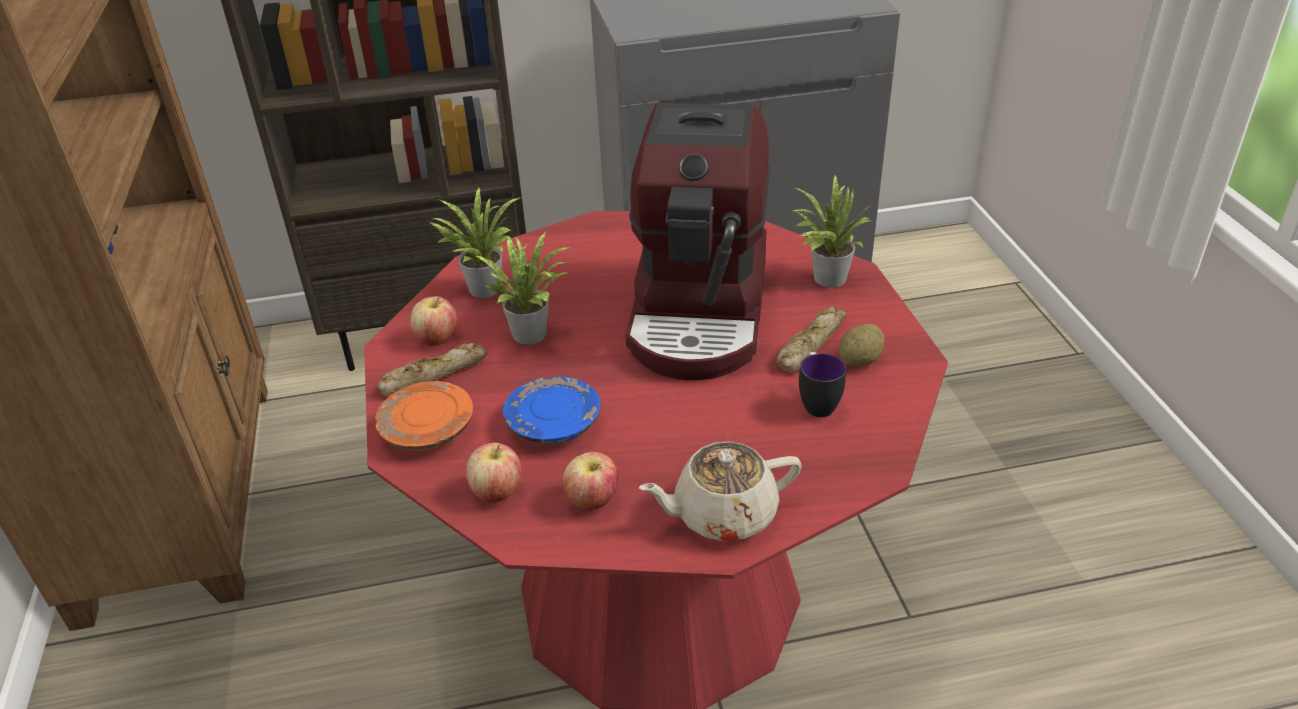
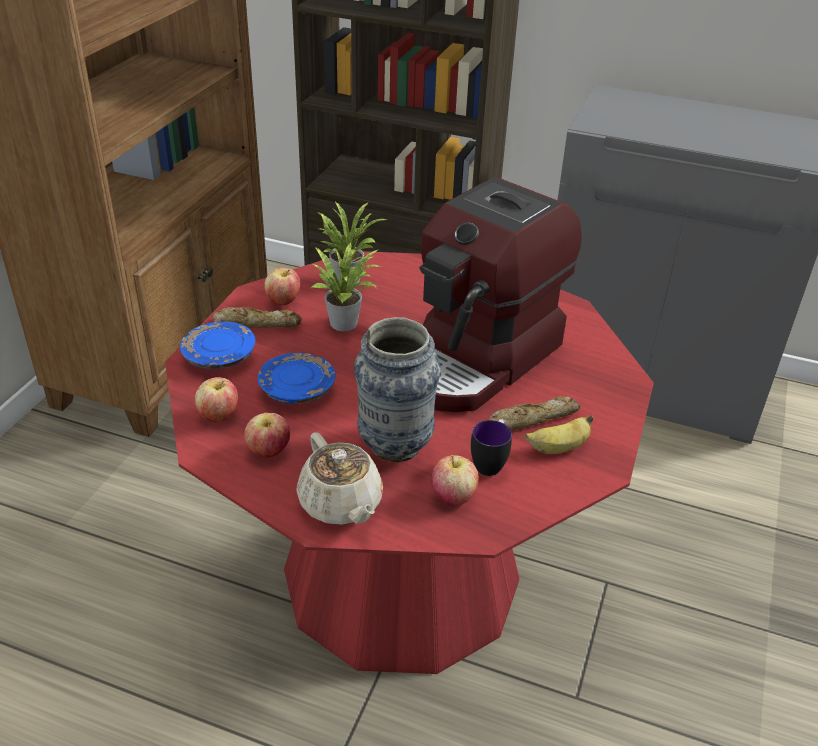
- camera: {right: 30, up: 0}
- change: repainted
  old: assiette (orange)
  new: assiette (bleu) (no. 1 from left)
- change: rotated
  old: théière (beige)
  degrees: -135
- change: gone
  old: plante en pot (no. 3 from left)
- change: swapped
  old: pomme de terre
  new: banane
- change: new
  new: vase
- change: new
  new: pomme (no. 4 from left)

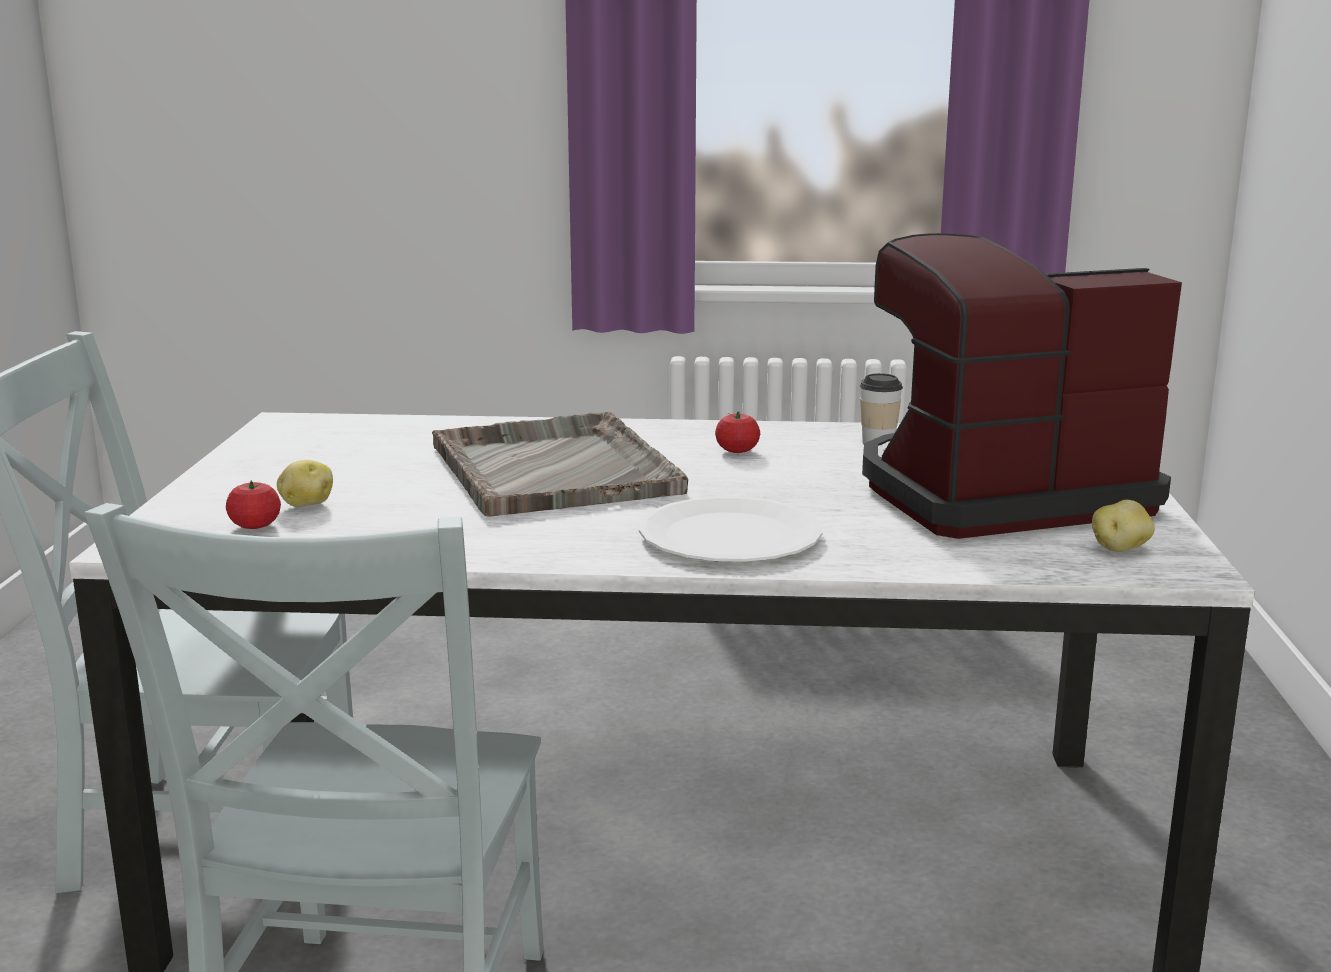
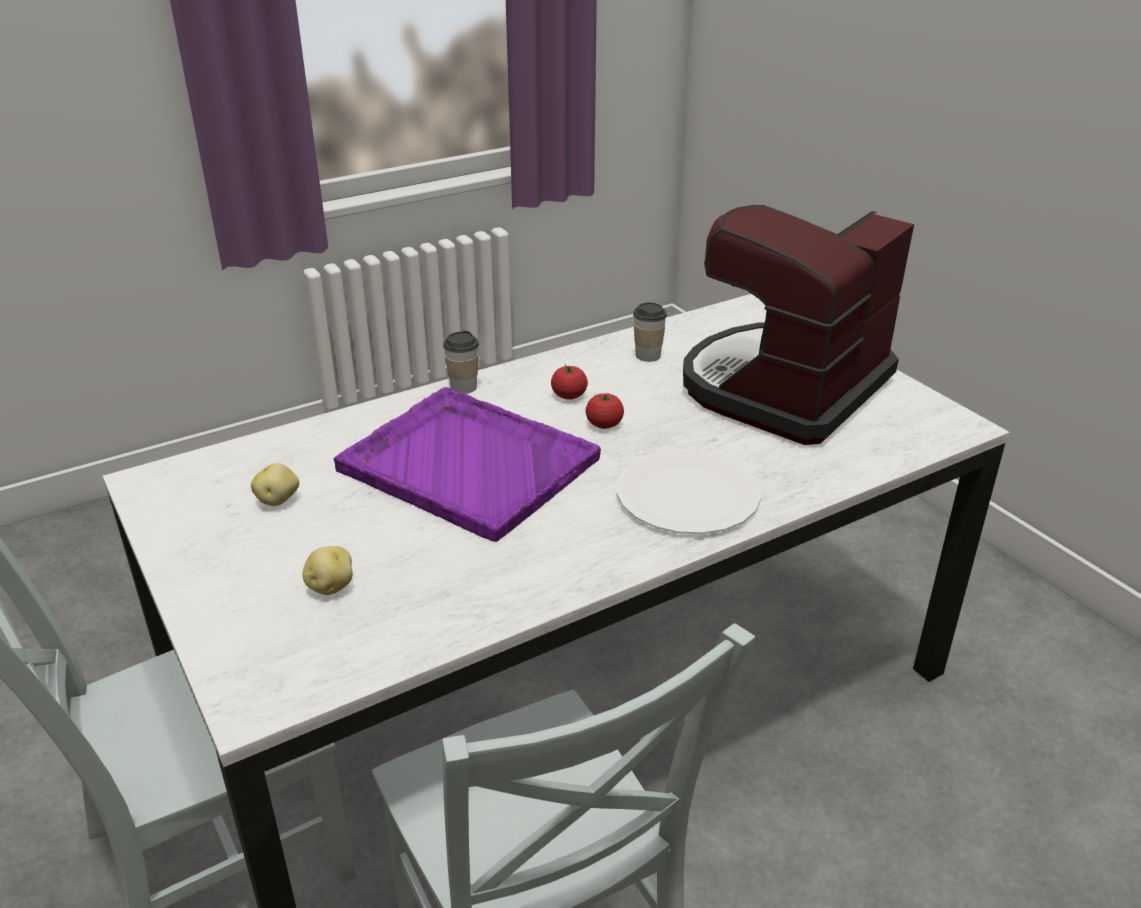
- camera: {right: -35, up: 15}
- change: shifted
  old: tomate (no. 1 from left in the first image)
  new: tomate (no. 2 from left)
- change: repainted
  old: plateau (gris)
  new: plateau (violet)
- change: shifted
  old: pomme de terre (no. 2 from left in the first image)
  new: pomme de terre (no. 1 from left)
- change: new
  new: tasse (no. 1 from left)

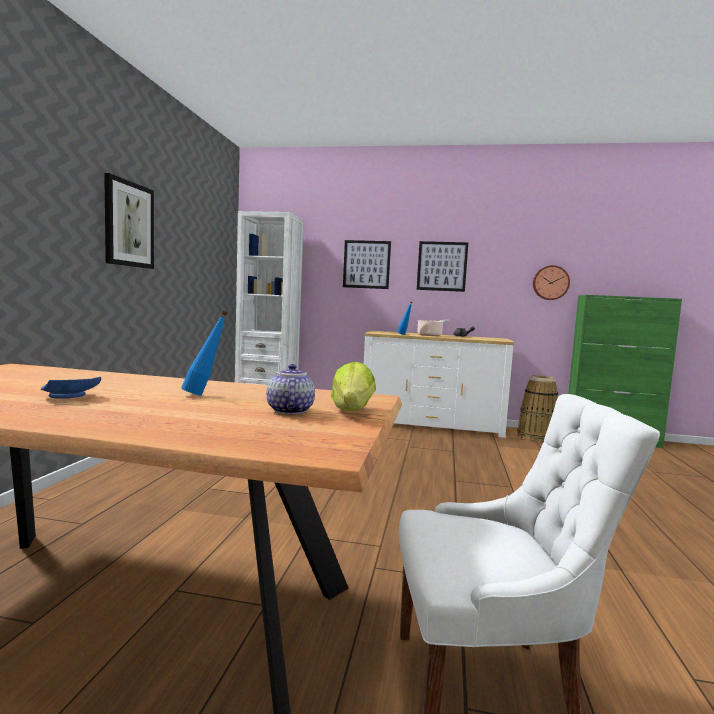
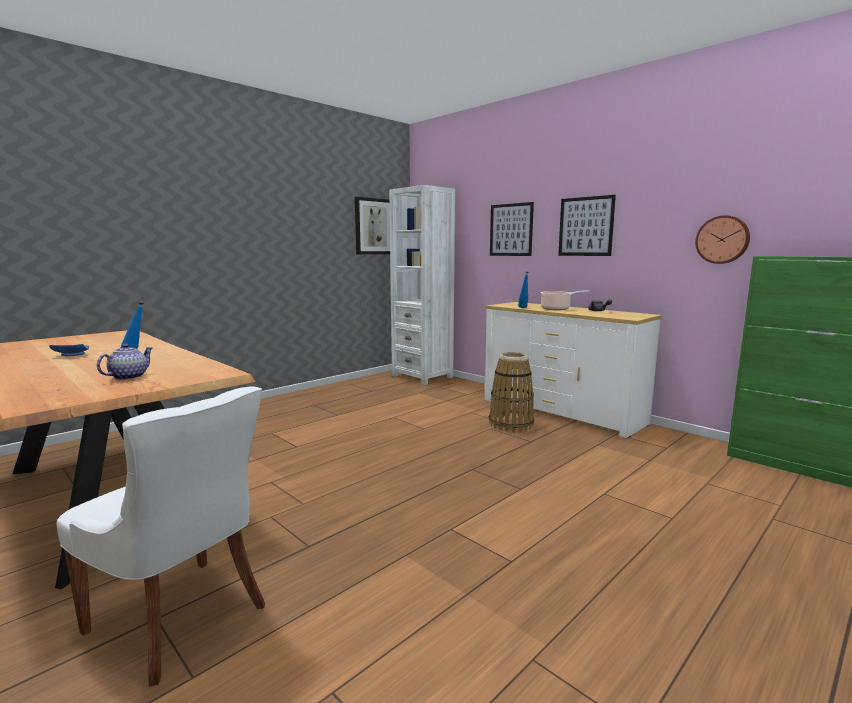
- camera: {right: 35, up: 5}
- change: shifted
  old: tableau (no. 1 from left)
- change: gone
  old: laitue
- change: shifted
  old: panier

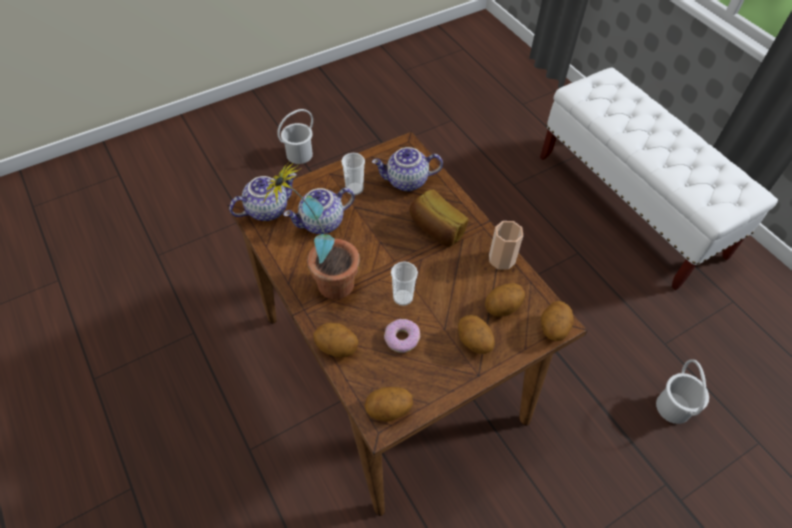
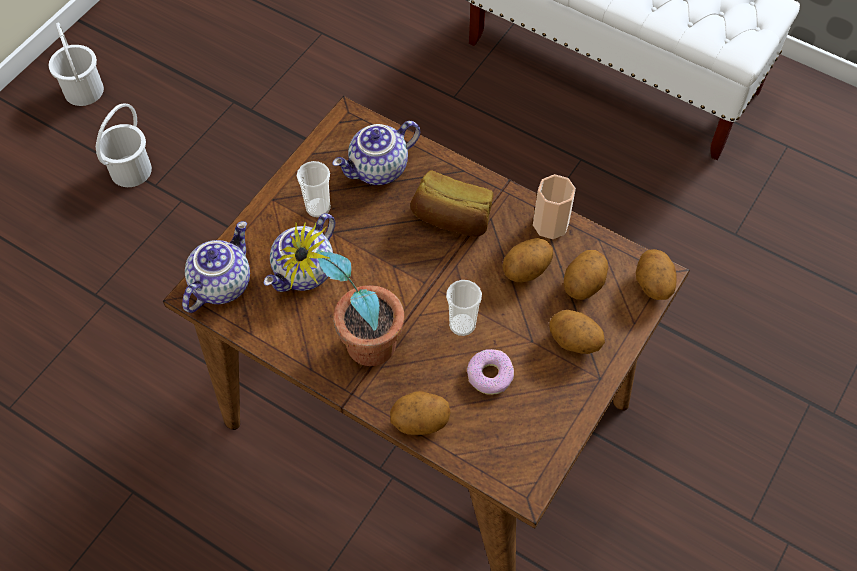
- camera: {right: -25, up: 5}
- change: shifted
  old: pomme de terre (no. 2 from left)
- change: shifted
  old: seau (blanc) (no. 2 from left in the first image)
  new: seau (blanc) (no. 1 from left)

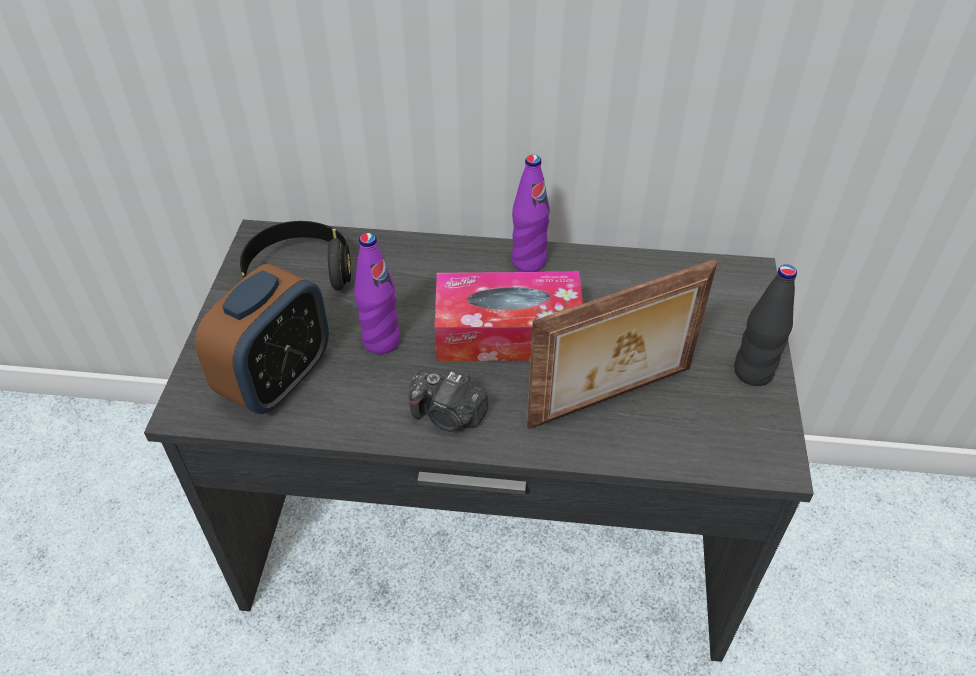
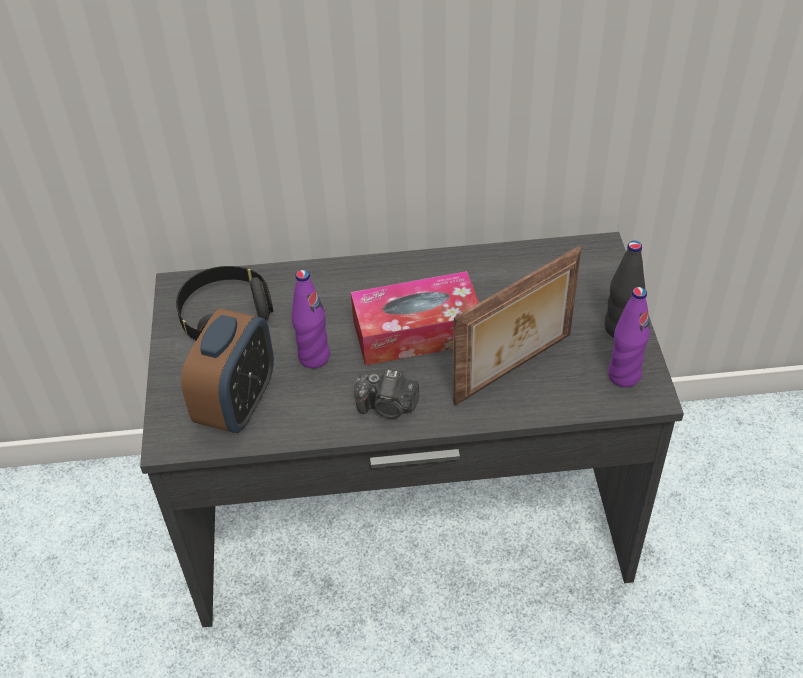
- camera: {right: -10, up: 0}
- change: shifted
  old: bouteille (violet) (no. 2 from left)

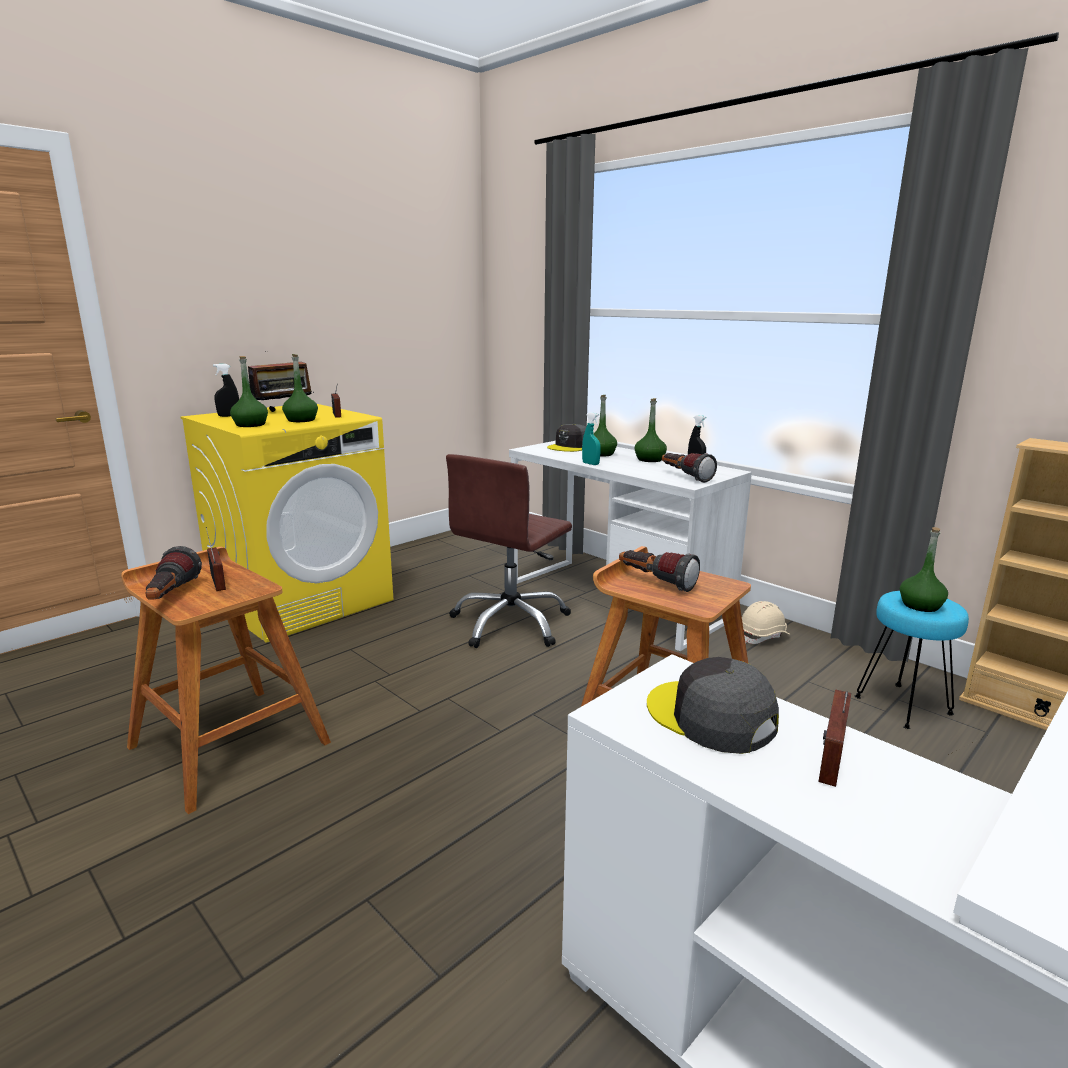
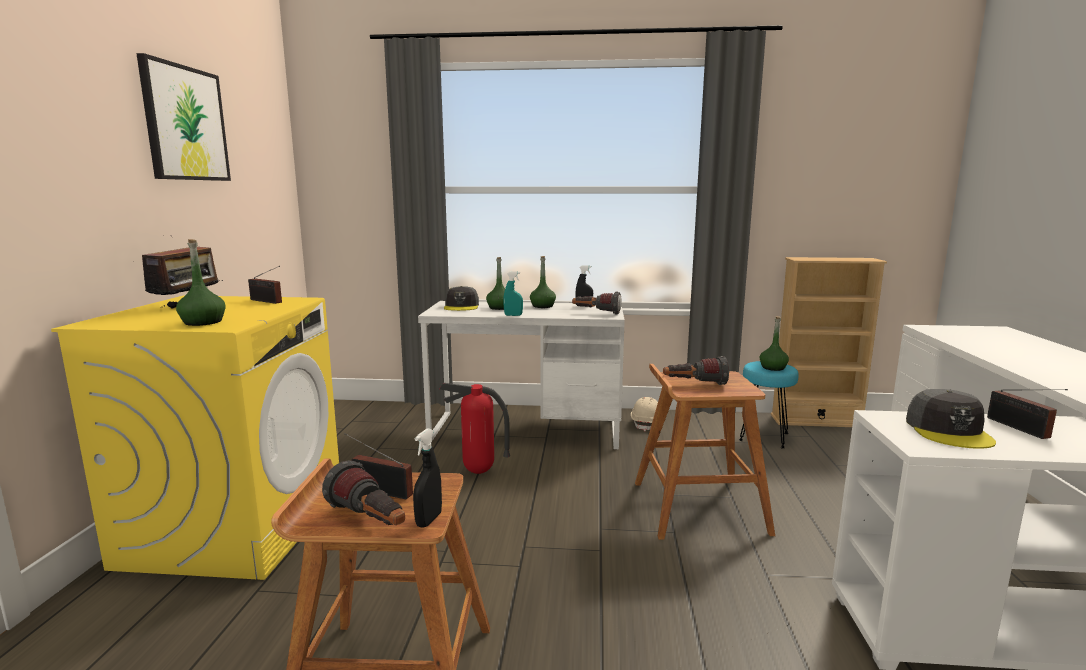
- camera: {right: -40, up: -5}
- change: shifted
  old: vaporisateur (noir) (no. 1 from left)
- change: gone
  old: bouteille (vert) (no. 2 from left)
- change: swapped
  old: chaise de bureau (marron)
  new: extincteur
- change: rotated
  old: casquette (gris) (no. 2 from left)
  degrees: -90
- change: new
  new: tableau

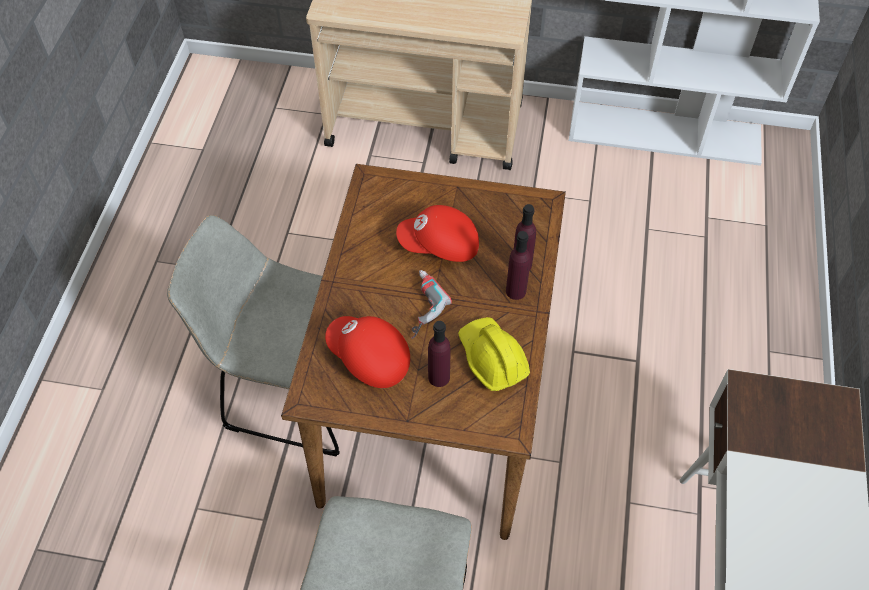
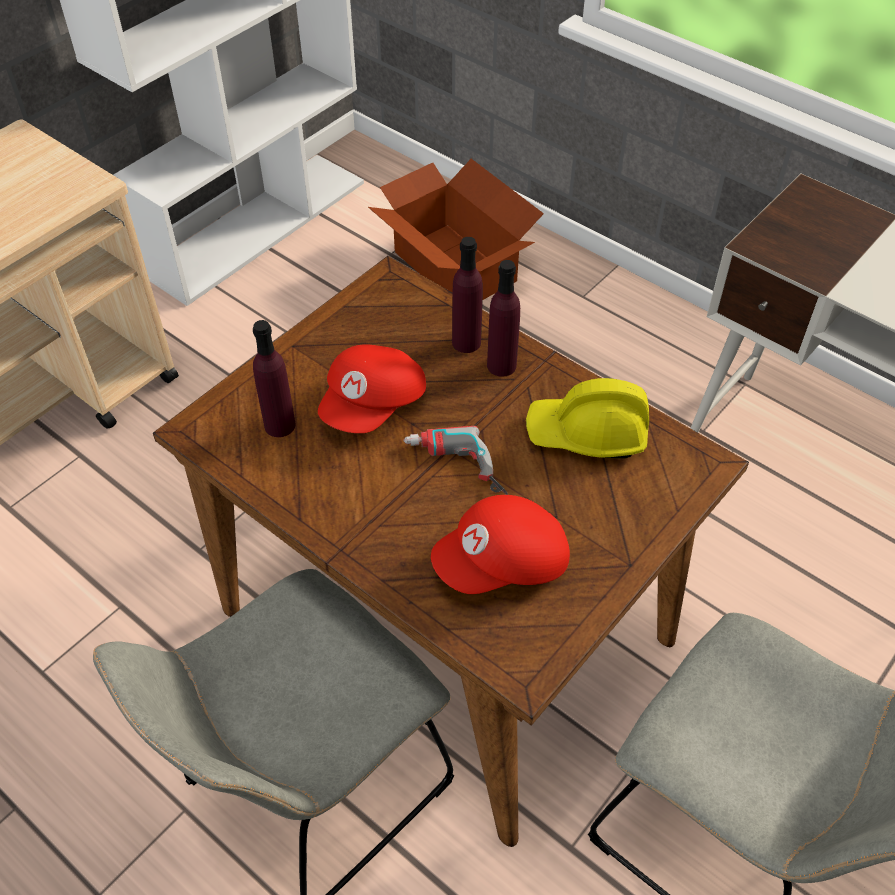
- camera: {right: -60, up: -5}
- change: shifted
  old: bouteille (violet) (no. 1 from left)
- change: new
  new: carton

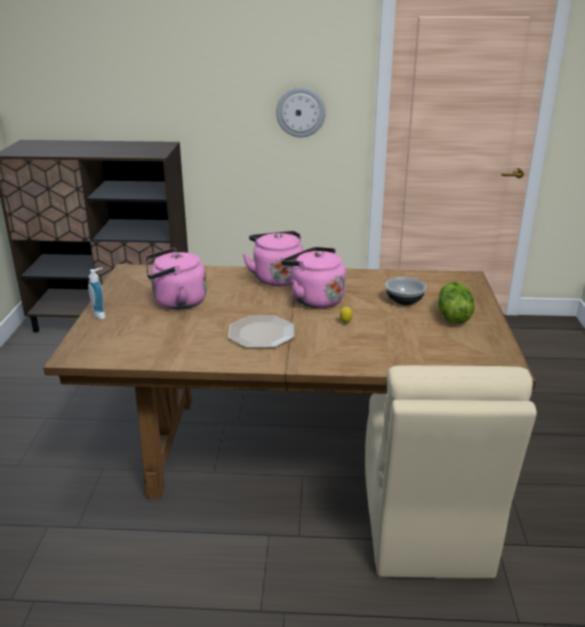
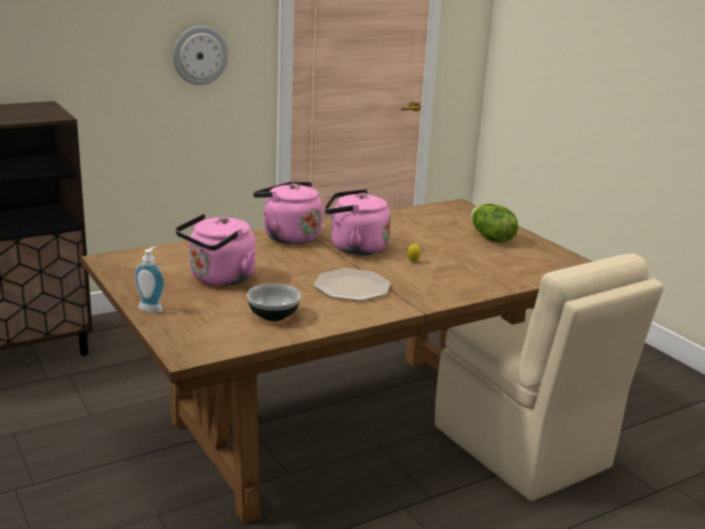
- camera: {right: -35, up: -5}
- change: shifted
  old: bol

